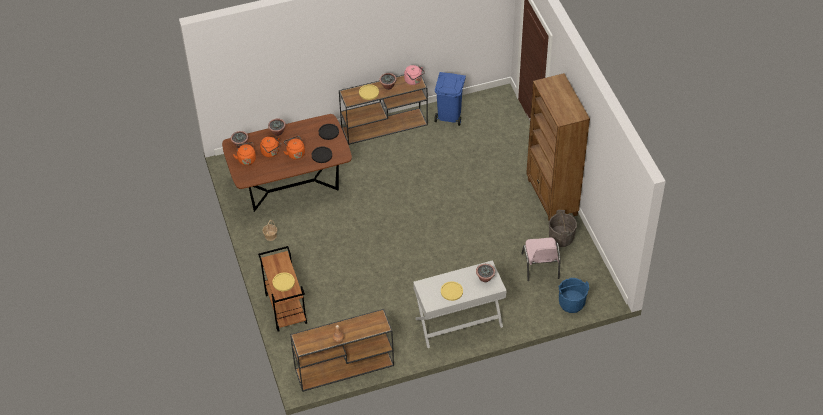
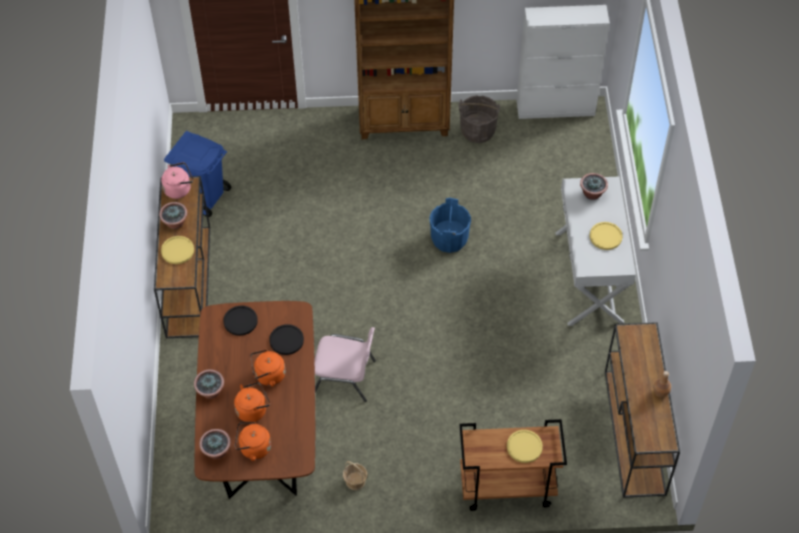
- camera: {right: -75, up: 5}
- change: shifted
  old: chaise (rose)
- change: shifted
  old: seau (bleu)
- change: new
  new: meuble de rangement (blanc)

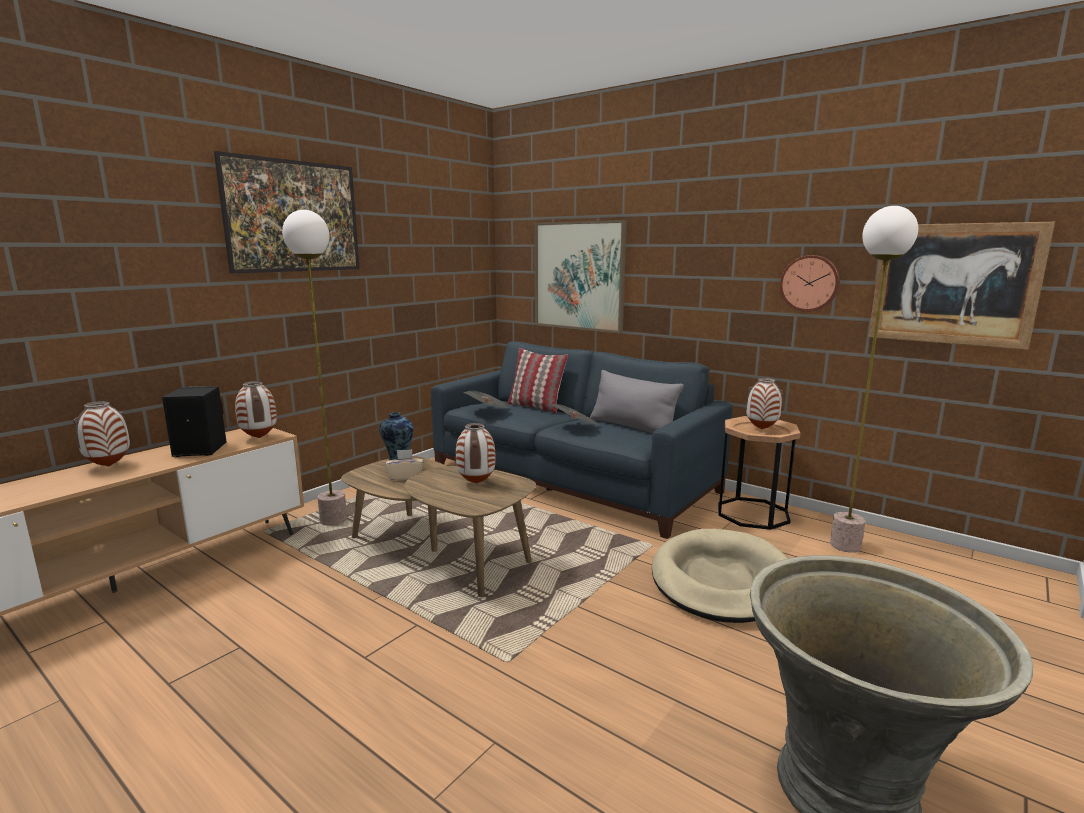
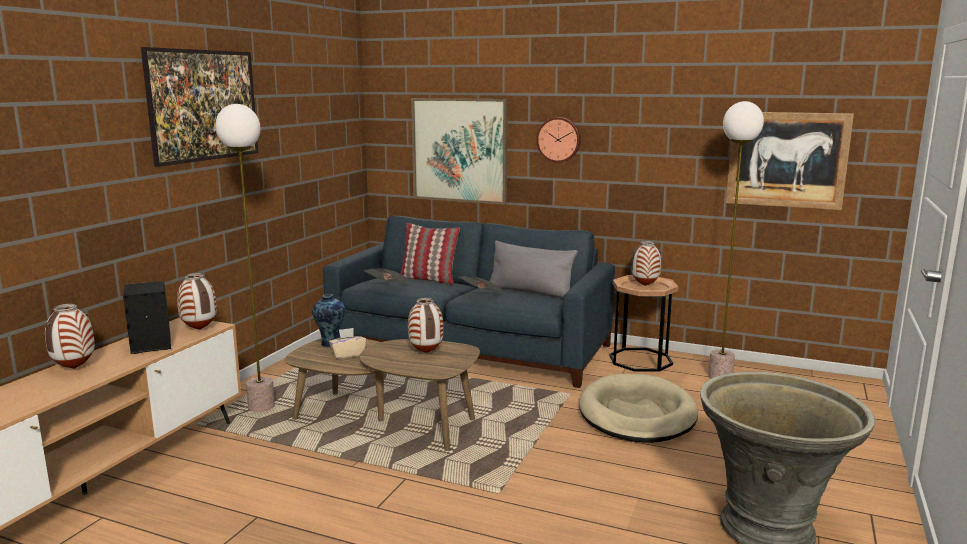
- camera: {right: -15, up: 0}
- change: shifted
  old: horloge murale

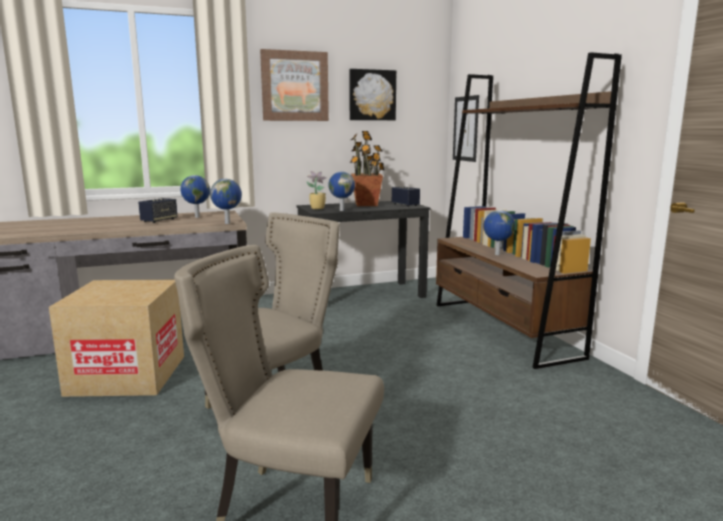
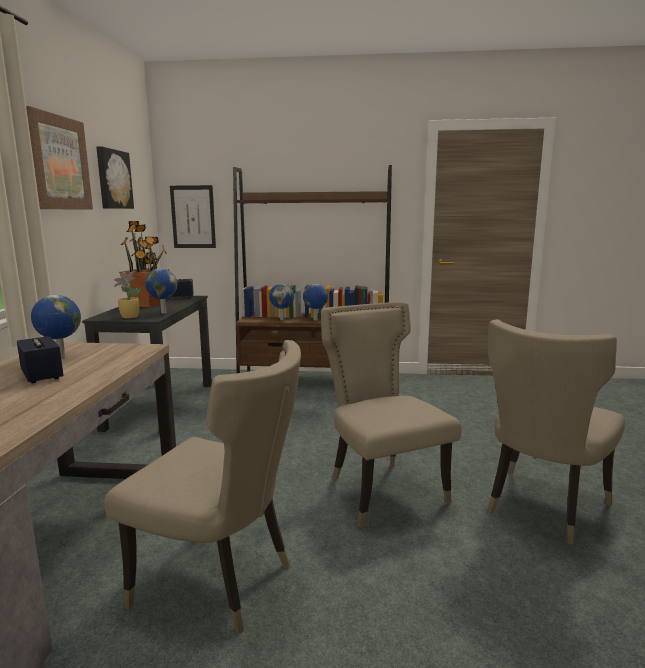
- camera: {right: -65, up: 0}
- change: swapped
  old: carton
  new: chaise (beige) (no. 1 from left)
- change: shifted
  old: globe (no. 2 from left in the first image)
  new: globe (no. 3 from left)

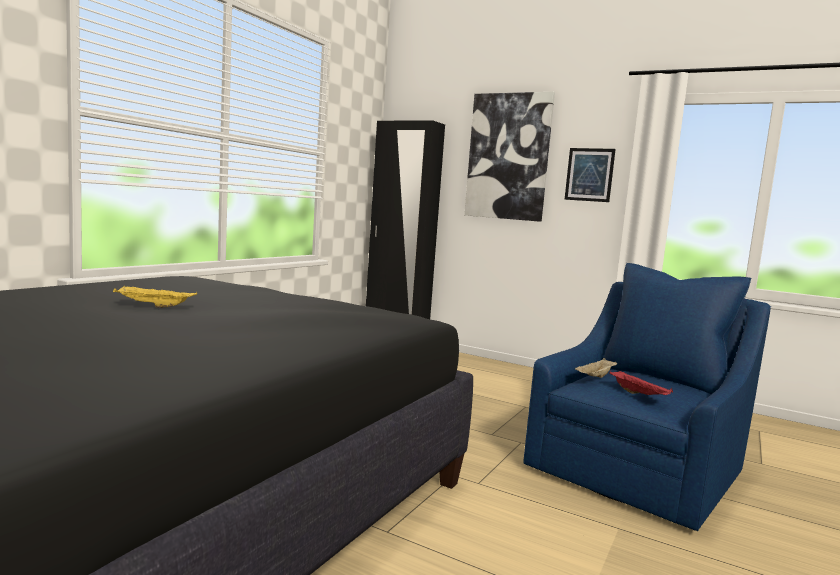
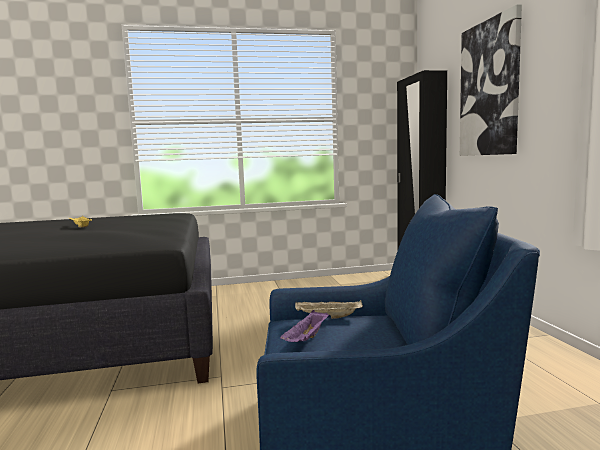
- camera: {right: 50, up: 0}
- change: gone
  old: tableau (no. 2 from left)
- change: repainted
  old: plateau (rouge)
  new: plateau (violet)

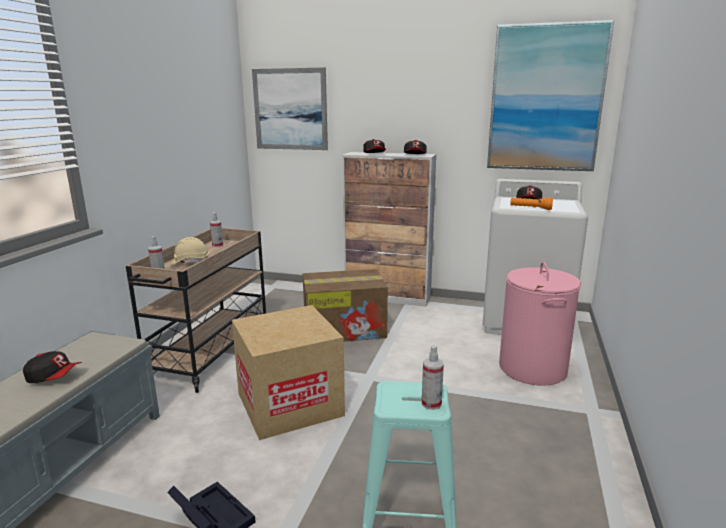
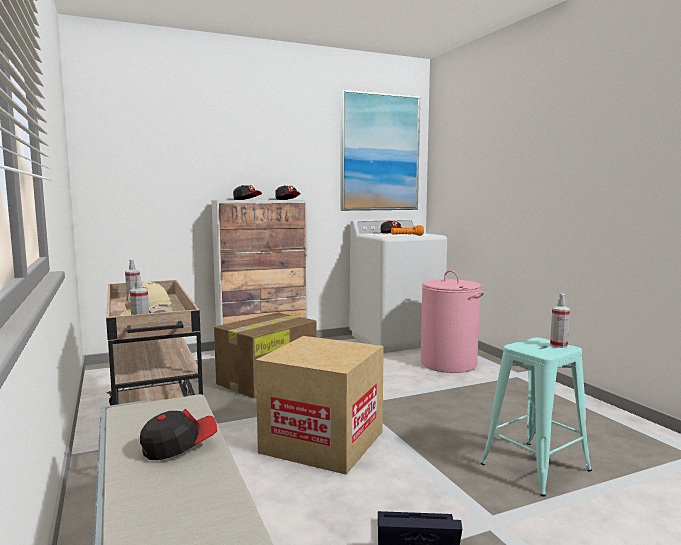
- camera: {right: -40, up: -10}
- change: gone
  old: tableau (no. 1 from left)

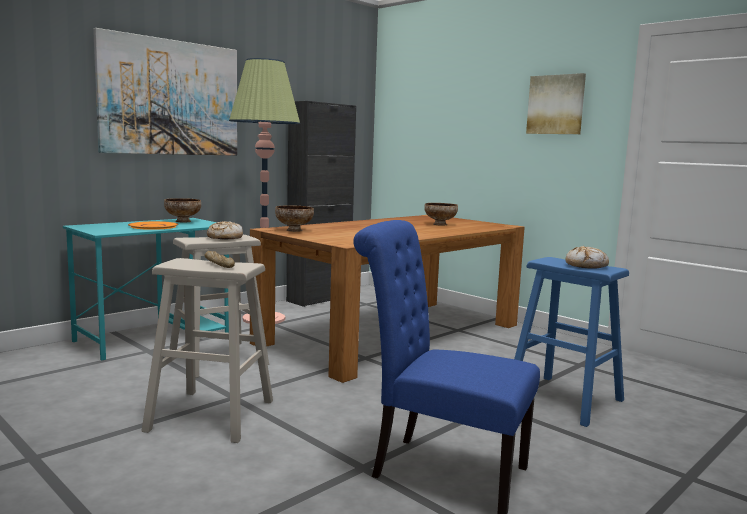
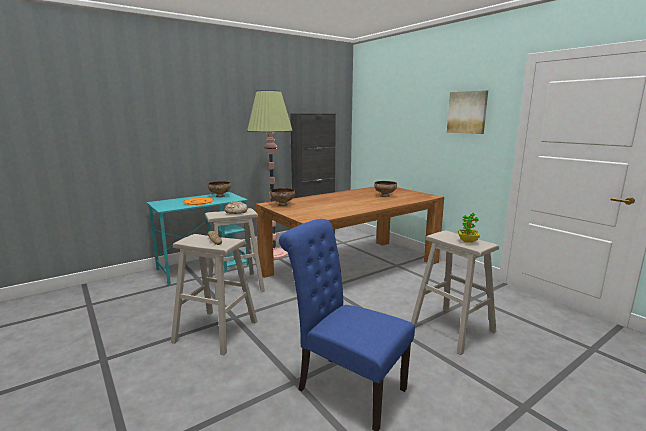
- camera: {right: 10, up: 5}
- change: gone
  old: tableau (no. 1 from left)
- change: repainted
  old: tabouret (bleu)
  new: tabouret (beige) (no. 3 from left)
- change: swapped
  old: pain (no. 3 from left)
  new: plante en pot

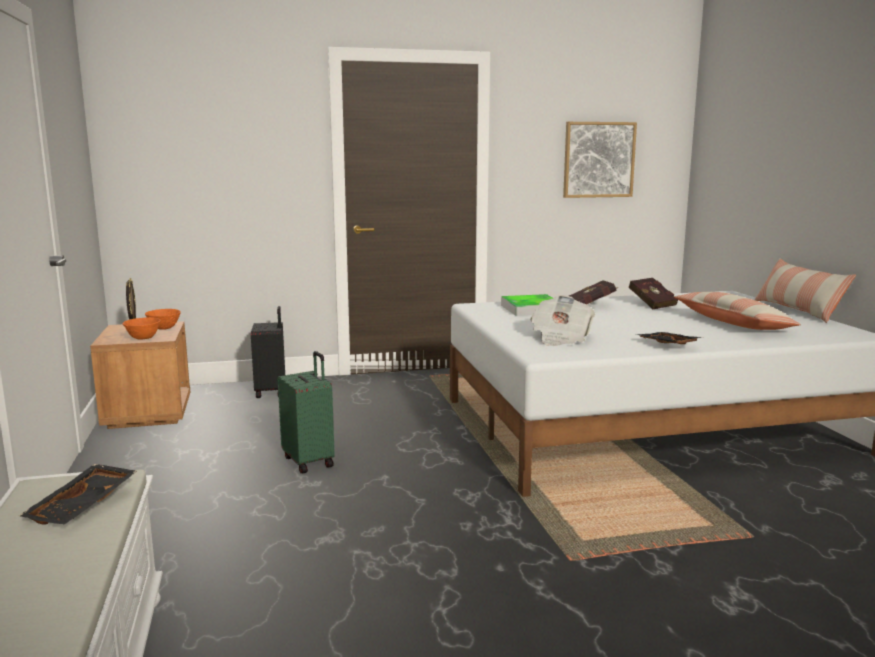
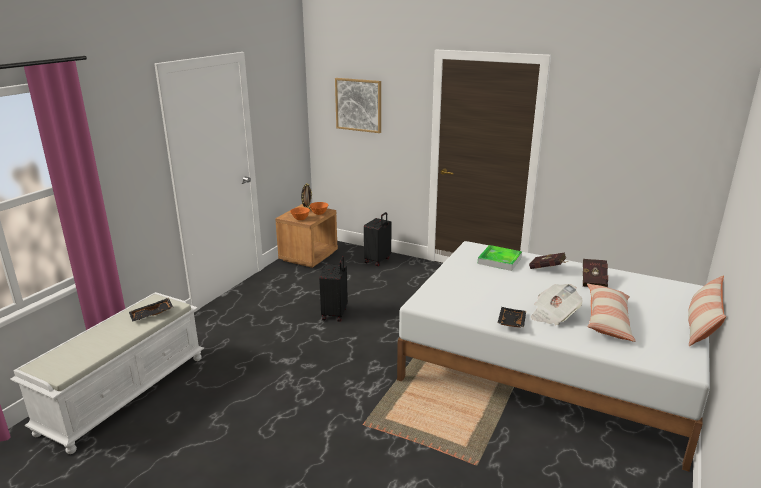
- camera: {right: 40, up: 10}
- change: repainted
  old: valise (vert)
  new: valise (noir) (no. 1 from left)
- change: shifted
  old: journal
- change: shifted
  old: tableau

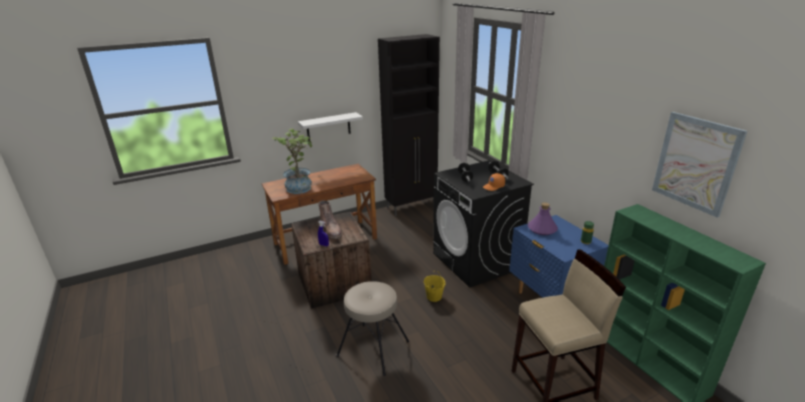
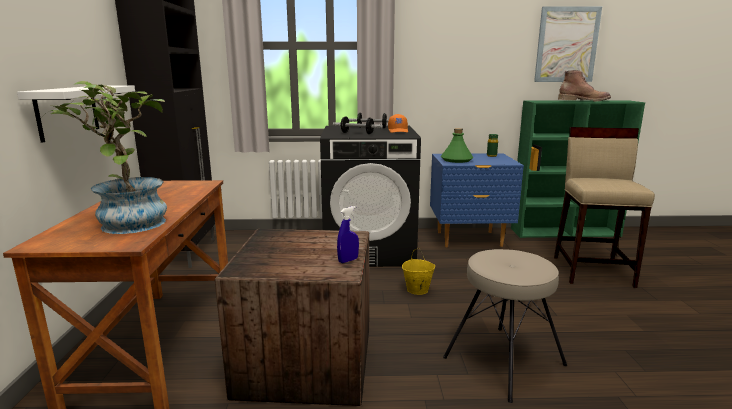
- camera: {right: -65, up: -10}
- change: shifted
  old: botte (marron)
- change: repainted
  old: bouteille (violet)
  new: bouteille (vert) (no. 1 from left)

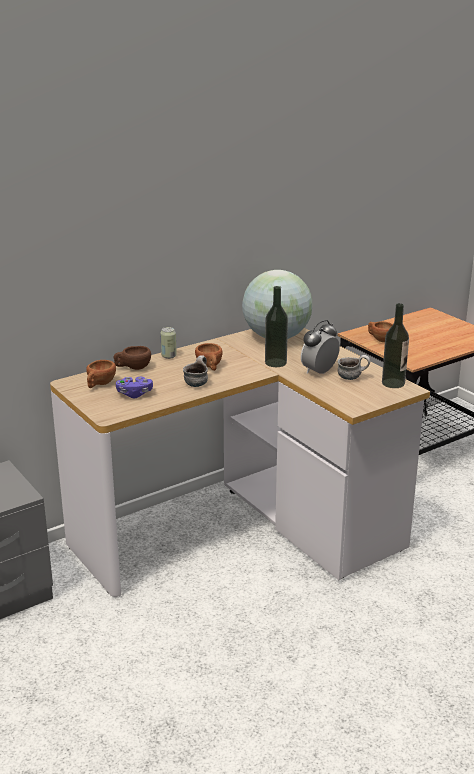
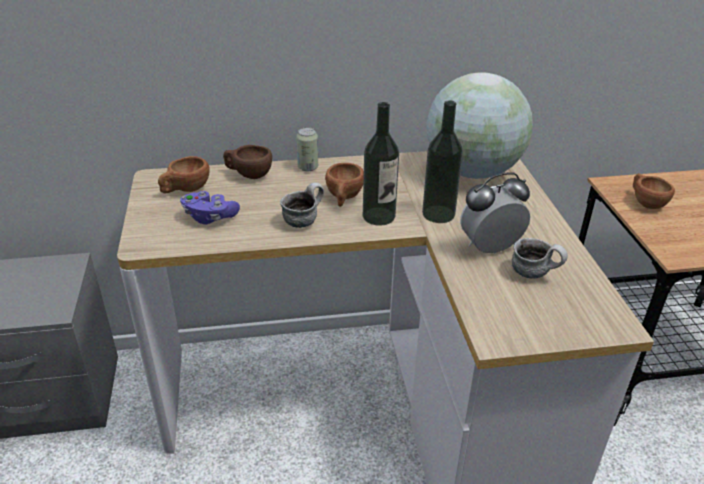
- camera: {right: 25, up: 10}
- change: shifted
  old: bouteille (no. 2 from left in the first image)
  new: bouteille (no. 1 from left)

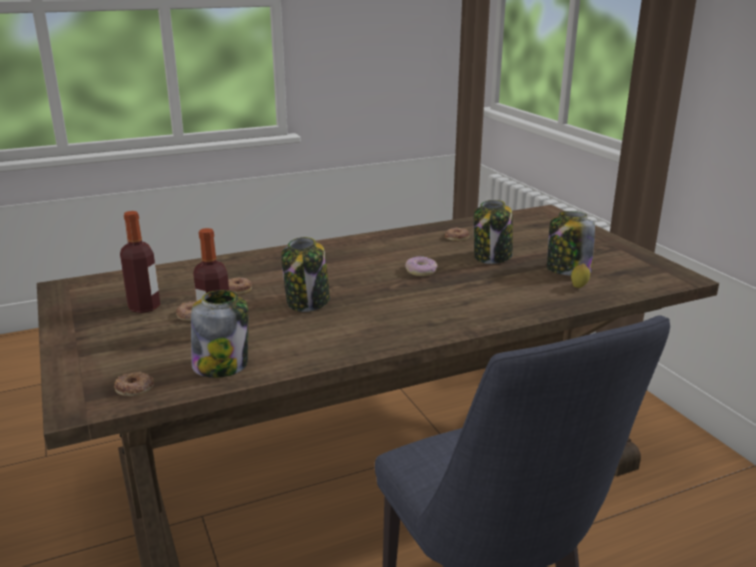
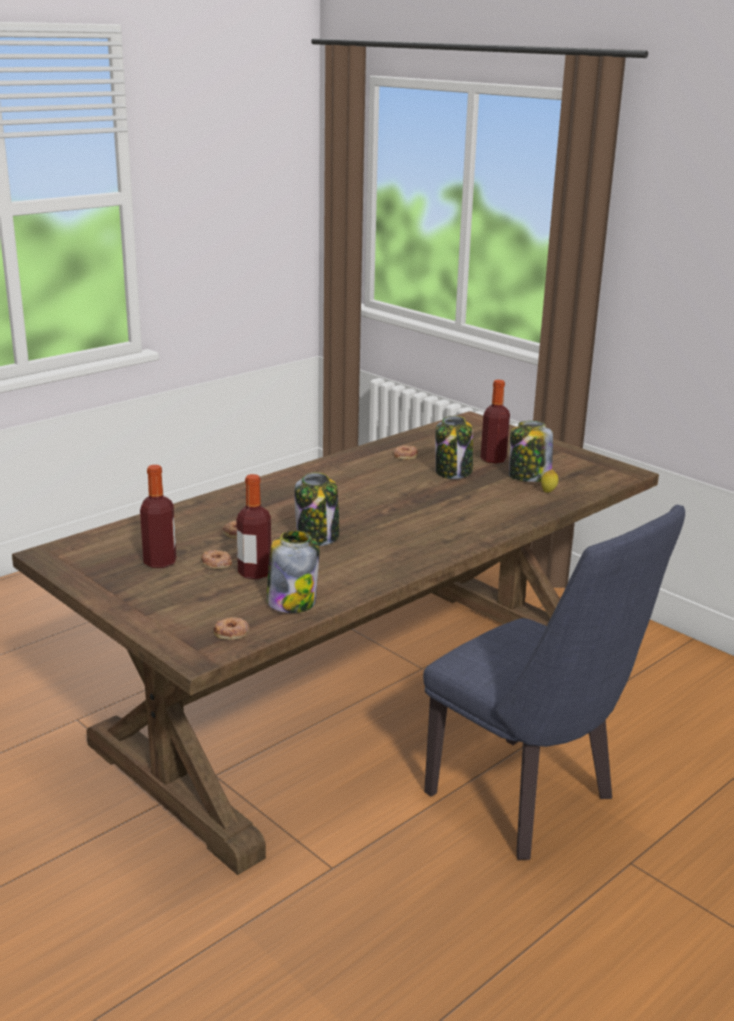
- camera: {right: -20, up: 0}
- change: gone
  old: beignet (no. 4 from left)
- change: new
  new: bouteille (no. 3 from left)

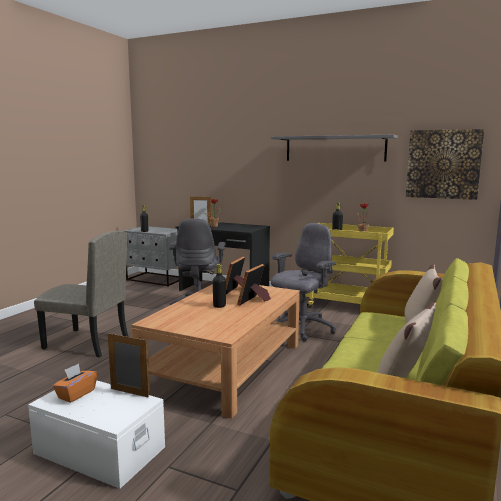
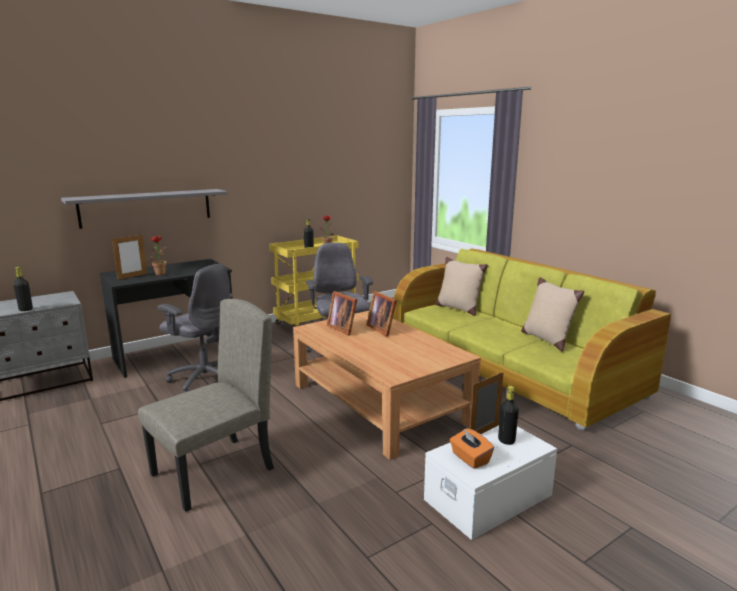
- camera: {right: -60, up: 5}
- change: shifted
  old: bouteille (noir) (no. 2 from left in the first image)
  new: bouteille (noir) (no. 3 from left)
- change: shifted
  old: étagère (gris)
- change: gone
  old: tableau

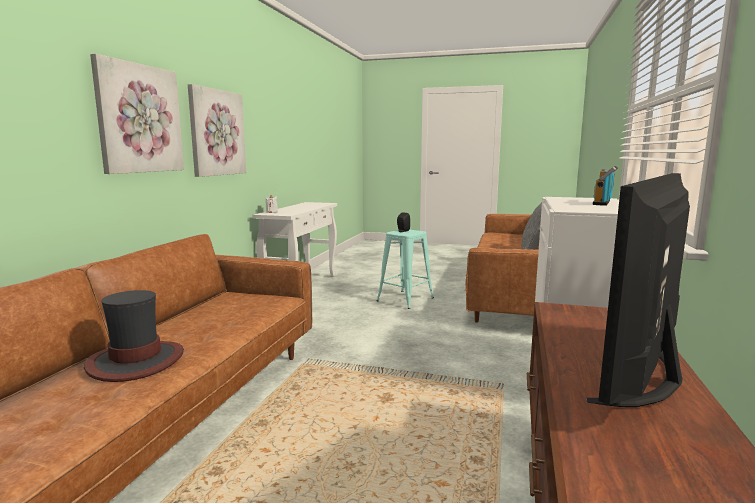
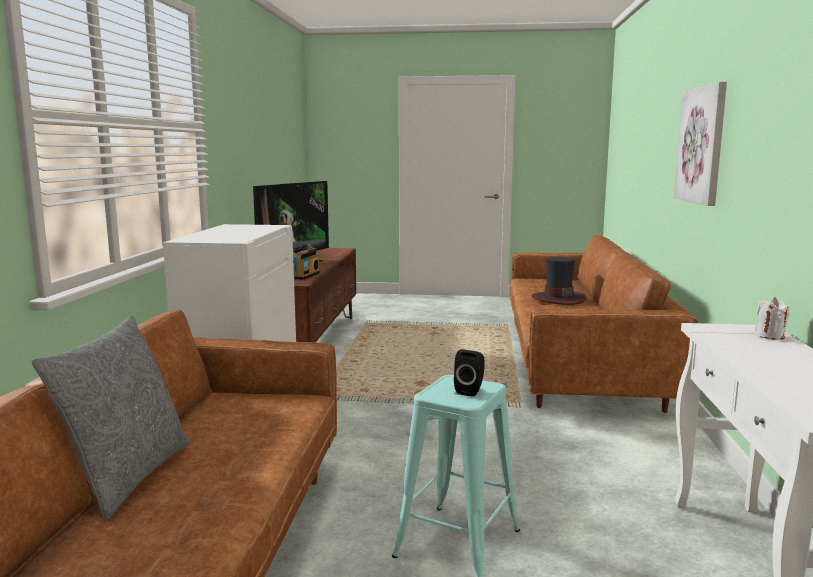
- camera: {right: 170, up: 0}
- change: gone
  old: tableau (no. 2 from left)
- change: shifted
  old: radio

